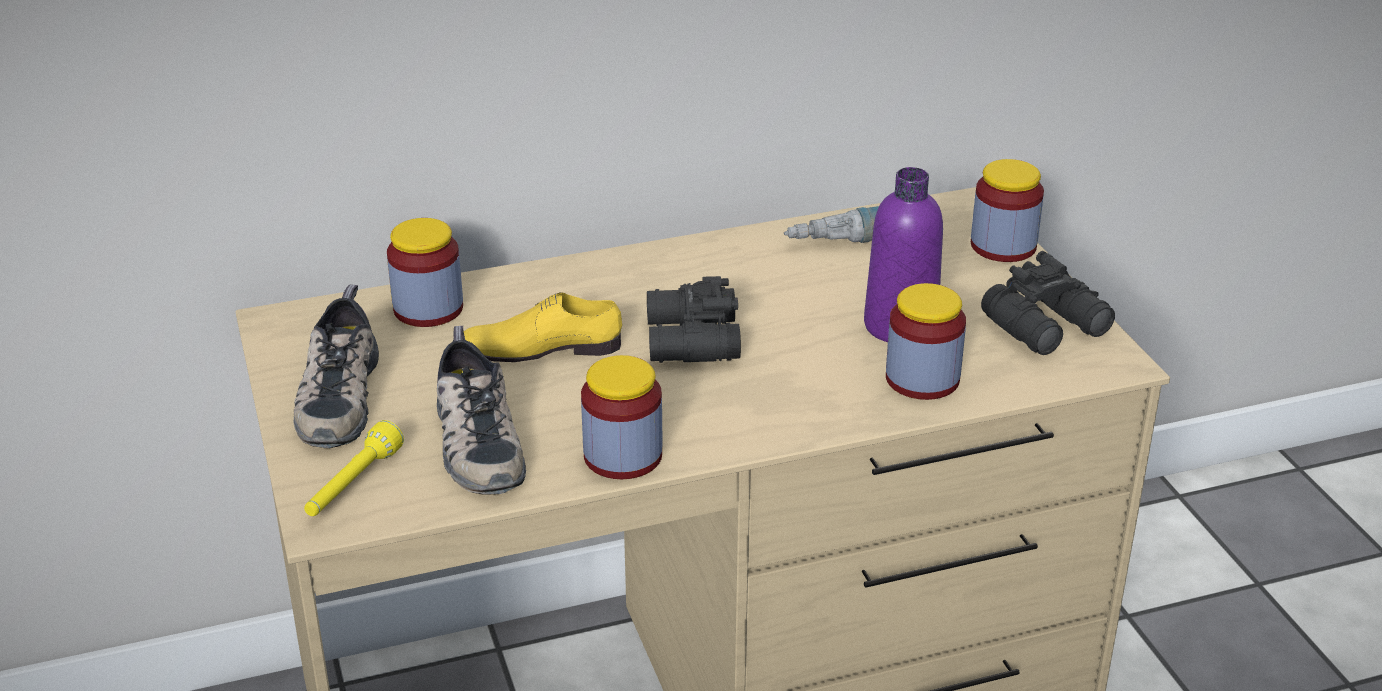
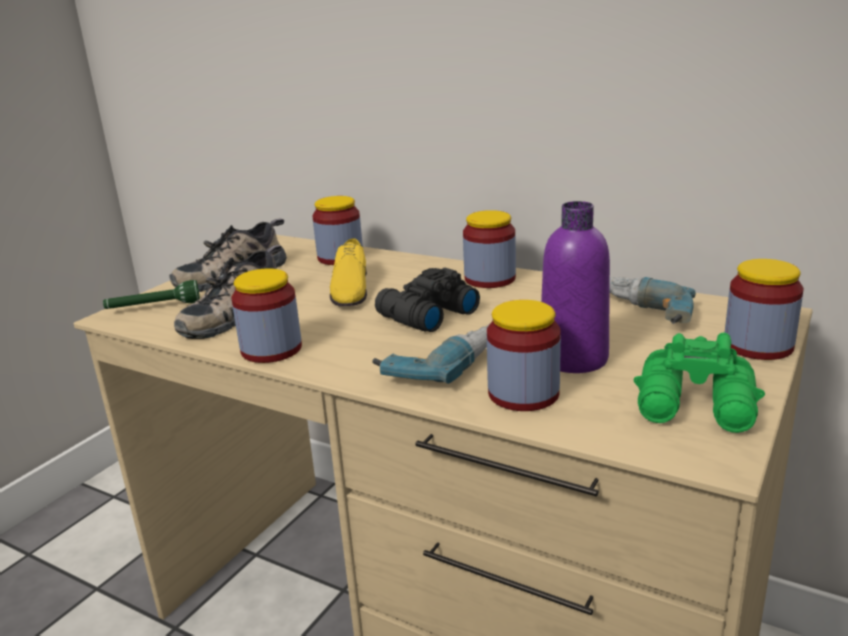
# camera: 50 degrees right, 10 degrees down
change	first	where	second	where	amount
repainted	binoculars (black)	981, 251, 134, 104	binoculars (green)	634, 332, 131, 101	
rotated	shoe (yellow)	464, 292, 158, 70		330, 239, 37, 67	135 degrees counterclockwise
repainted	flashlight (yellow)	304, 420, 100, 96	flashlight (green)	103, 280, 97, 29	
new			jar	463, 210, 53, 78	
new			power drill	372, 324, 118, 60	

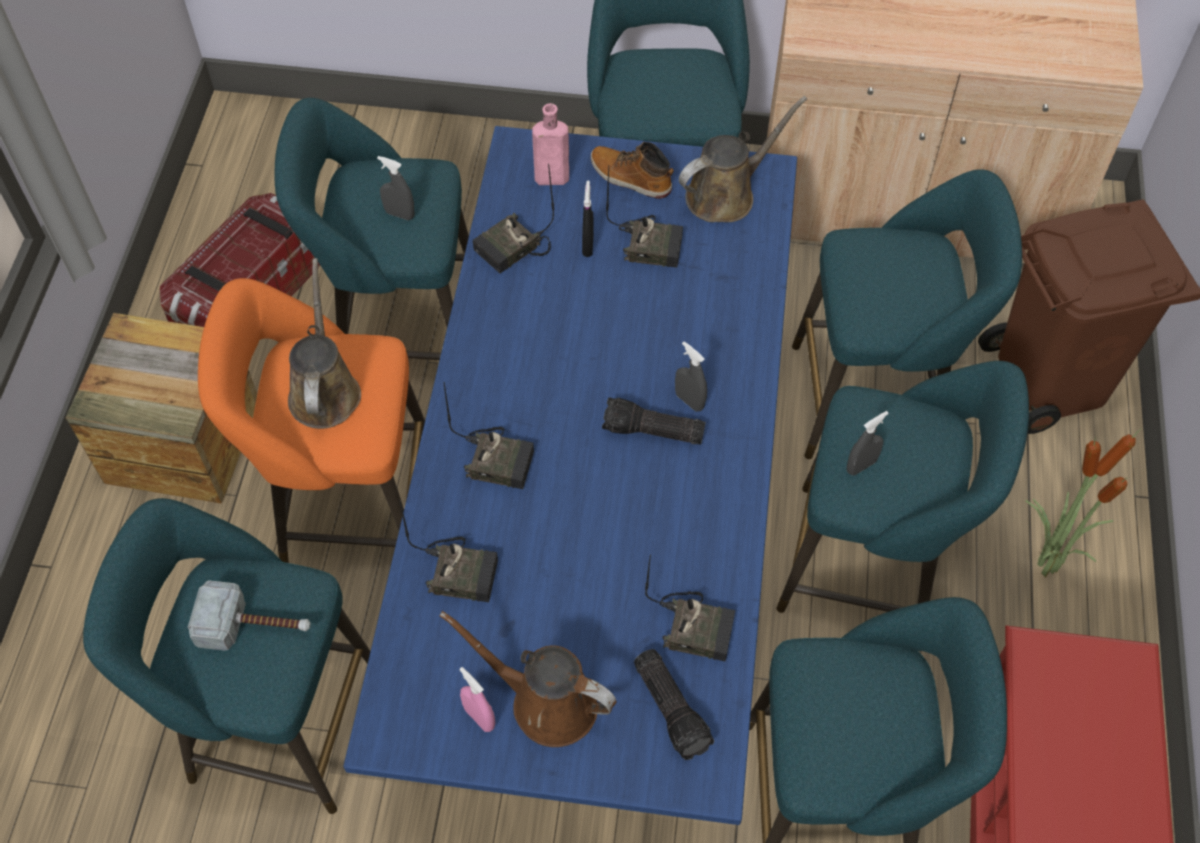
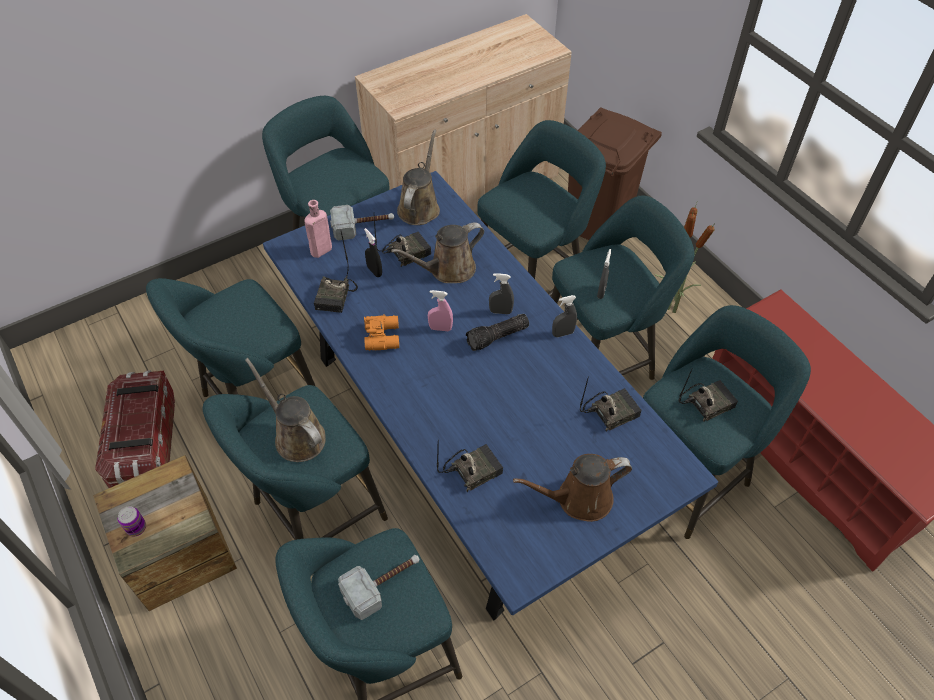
# camera: 40 degrees left, 5 degrees down
change	first	where	second	where	amount
swapped	boot	591, 142, 83, 57	hammer	330, 205, 64, 35	
shifted	spray bottle (grey)	377, 156, 37, 64		552, 295, 25, 42	
repainted	stool (orange)	198, 278, 227, 285	stool (turquoise)	203, 385, 185, 155	
shifted	radio	444, 382, 90, 107		678, 369, 60, 53	
gone	flashlight	634, 649, 80, 111			
shifted	spray bottle (pink)	459, 667, 36, 65		428, 290, 25, 41	
new			watering can (brown)	391, 223, 93, 60	
new			binoculars (orange)	364, 314, 35, 37	
new			can	118, 506, 28, 31	

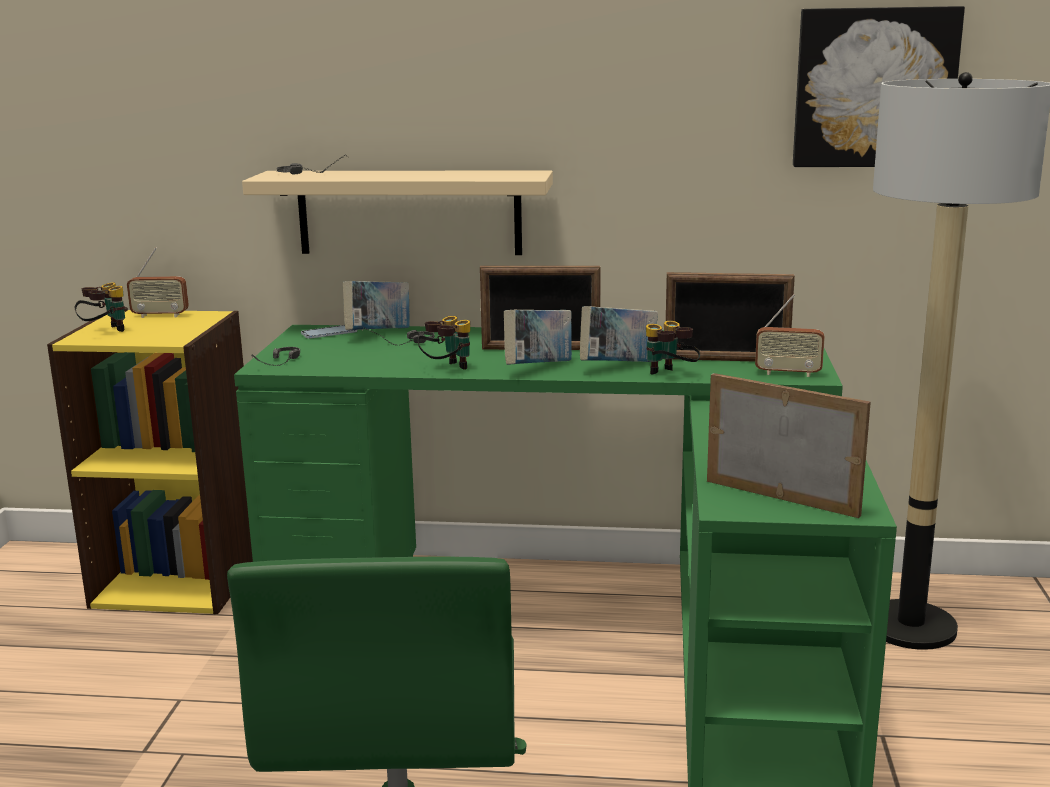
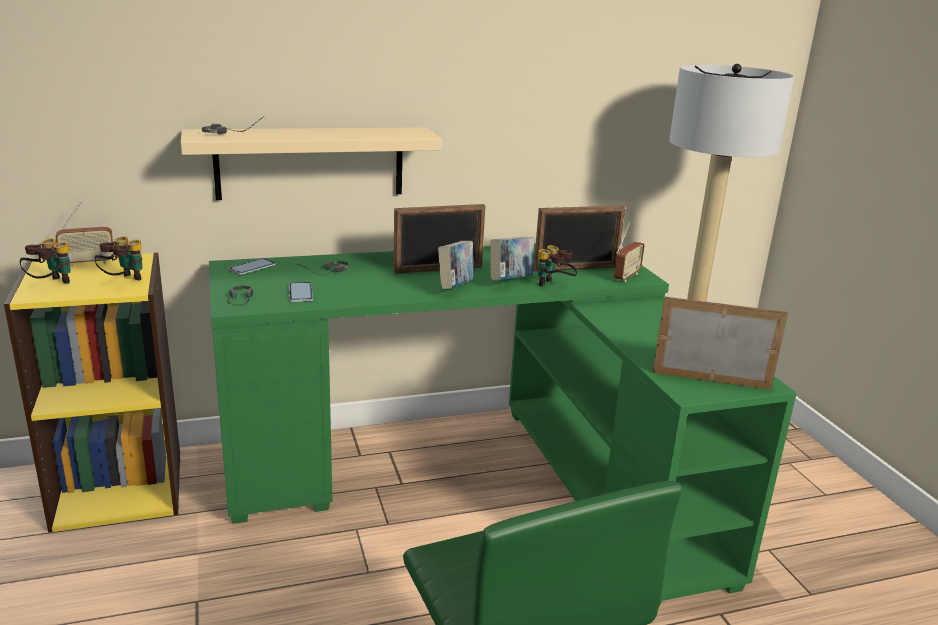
# camera: 25 degrees left, 5 degrees up
change	first	where	second	where	amount
gone	picture	793, 6, 172, 161			
gone	book	343, 281, 67, 49			
rotated	radio	755, 294, 69, 83		614, 222, 31, 60	45 degrees counterclockwise
shifted	binoculars	418, 316, 52, 54		94, 236, 49, 45	
new			phone	289, 282, 24, 20	

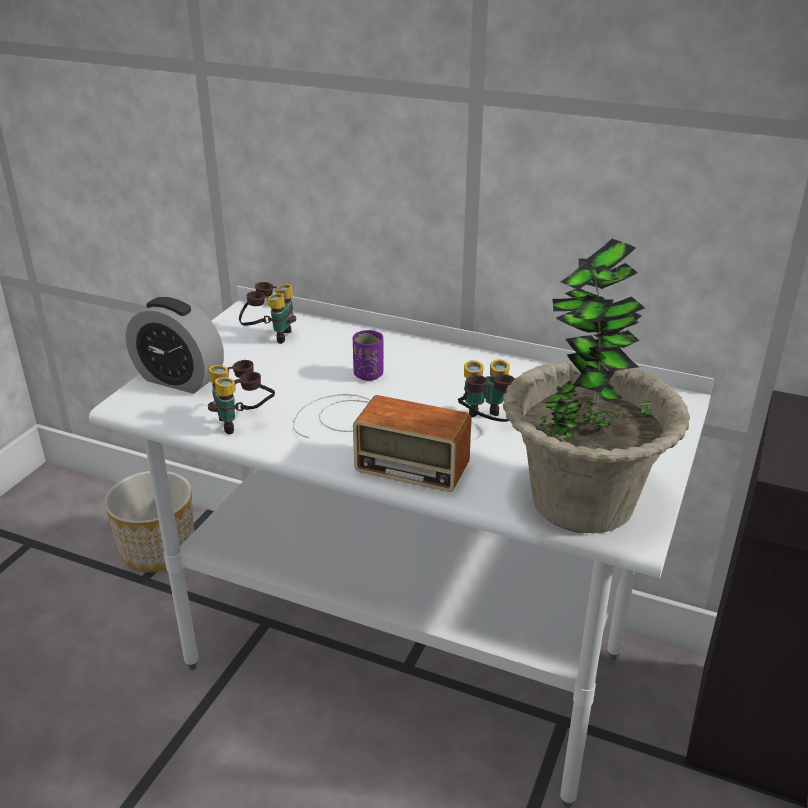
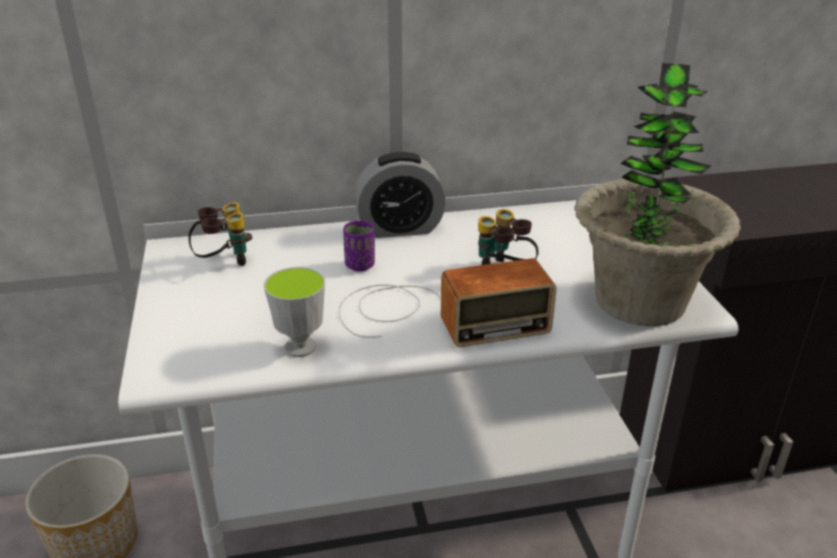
# camera: 35 degrees left, 0 degrees up
change	first	where	second	where	amount
shifted	alarm clock	125, 297, 99, 96		355, 152, 91, 86	
swapped	binoculars	208, 360, 67, 74	cup	264, 267, 61, 90	

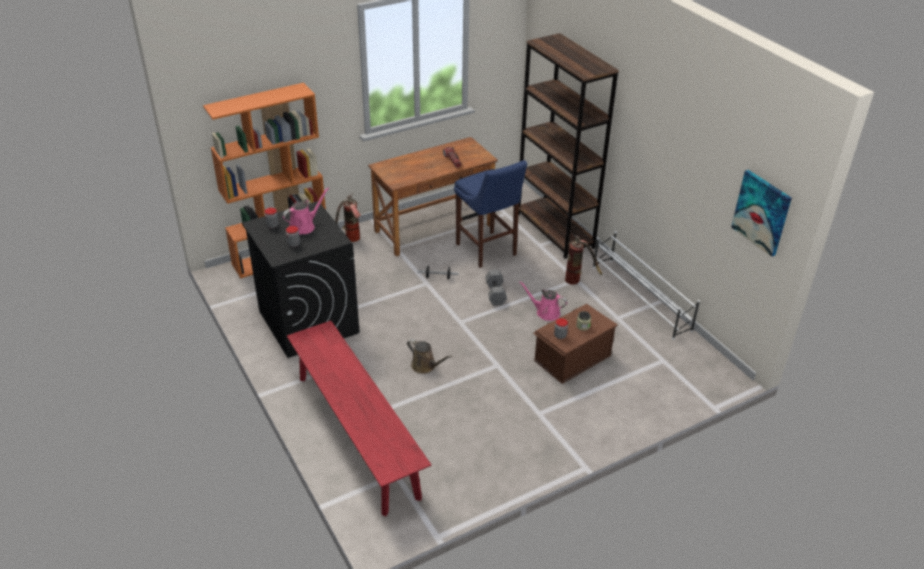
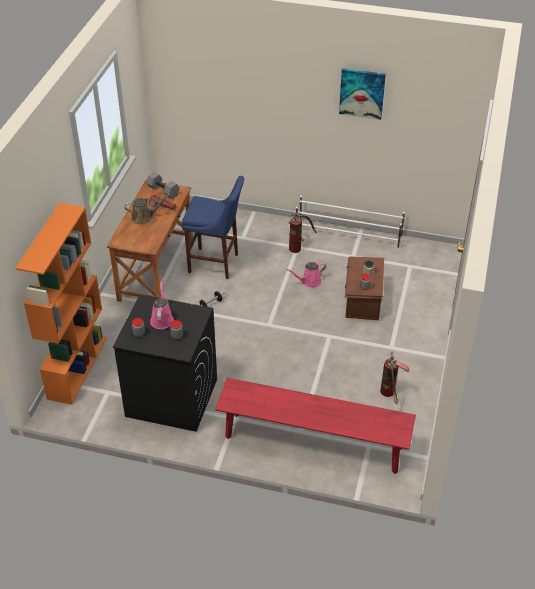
# camera: 45 degrees left, 5 degrees up
change	first	where	second	where	amount
gone	bookcase (brown)	518, 33, 101, 226			
shifted	picture	731, 170, 61, 87		339, 68, 47, 52	
shifted	fire extinguisher	335, 193, 26, 49		380, 352, 29, 52	
shifted	dumbbell (grey)	485, 270, 22, 35		146, 172, 34, 27	
shifted	watering can (brown)	407, 339, 45, 35		125, 195, 44, 30	

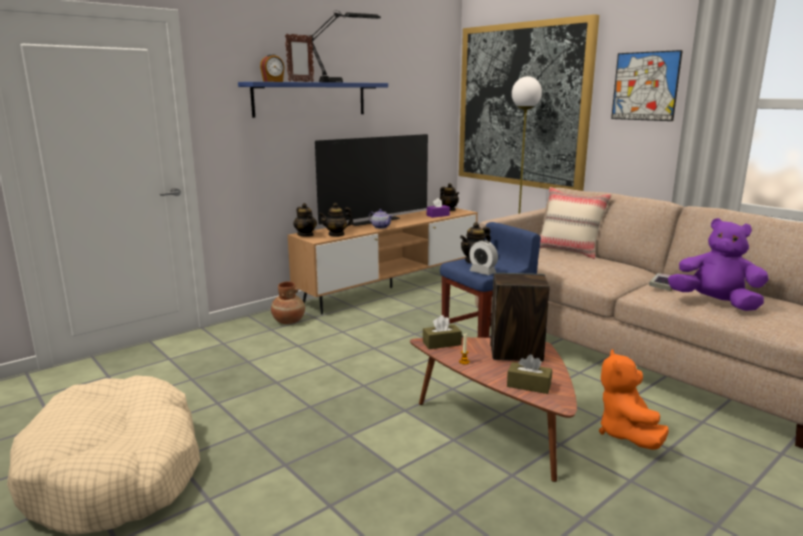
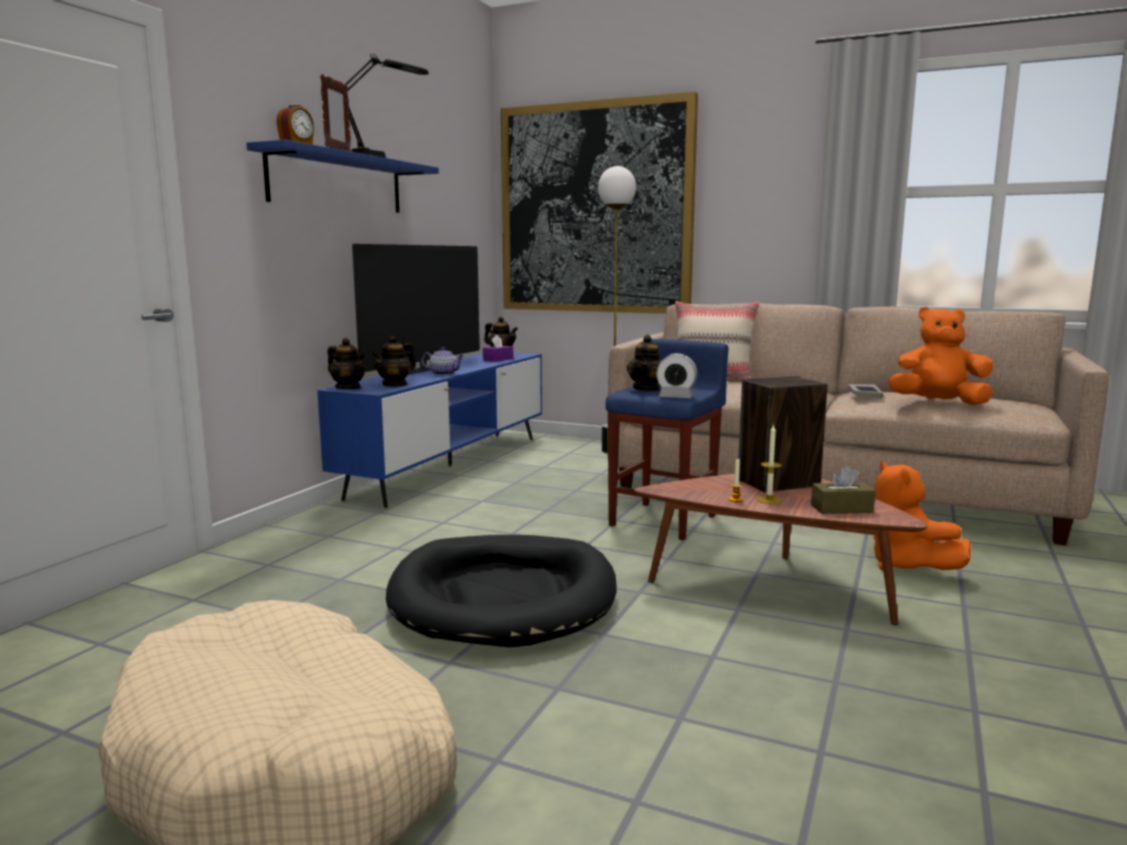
# camera: 25 degrees left, 5 degrees down
change	first	where	second	where	amount
gone	picture	611, 50, 72, 71			
repainted	tv stand (brown)	288, 208, 190, 106	tv stand (blue)	317, 353, 225, 155	
repainted	plush toy (purple)	668, 218, 101, 93	plush toy (orange)	889, 307, 104, 98	
gone	vase (brown)	271, 281, 34, 43			
gone	tissue box (brown)	423, 315, 39, 34			
new			candle	757, 424, 25, 80	
new			dog bed (black)	386, 535, 231, 112	

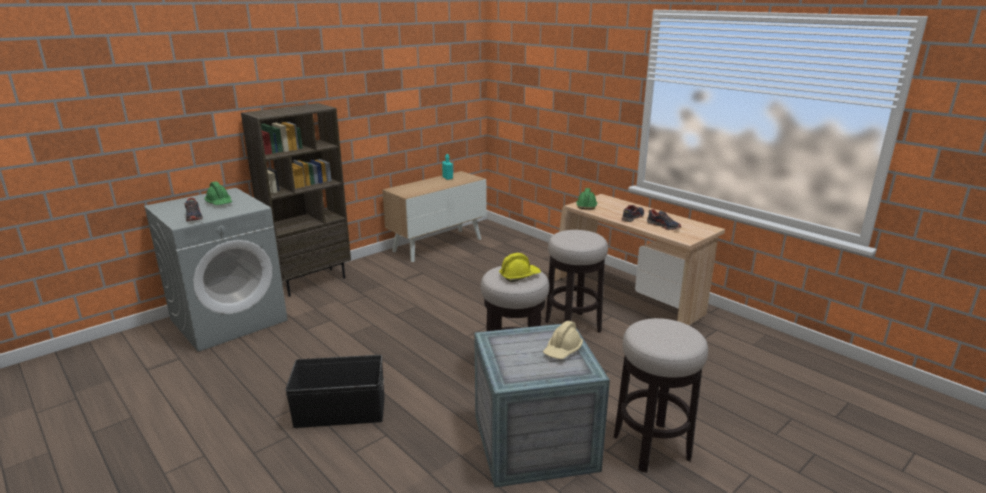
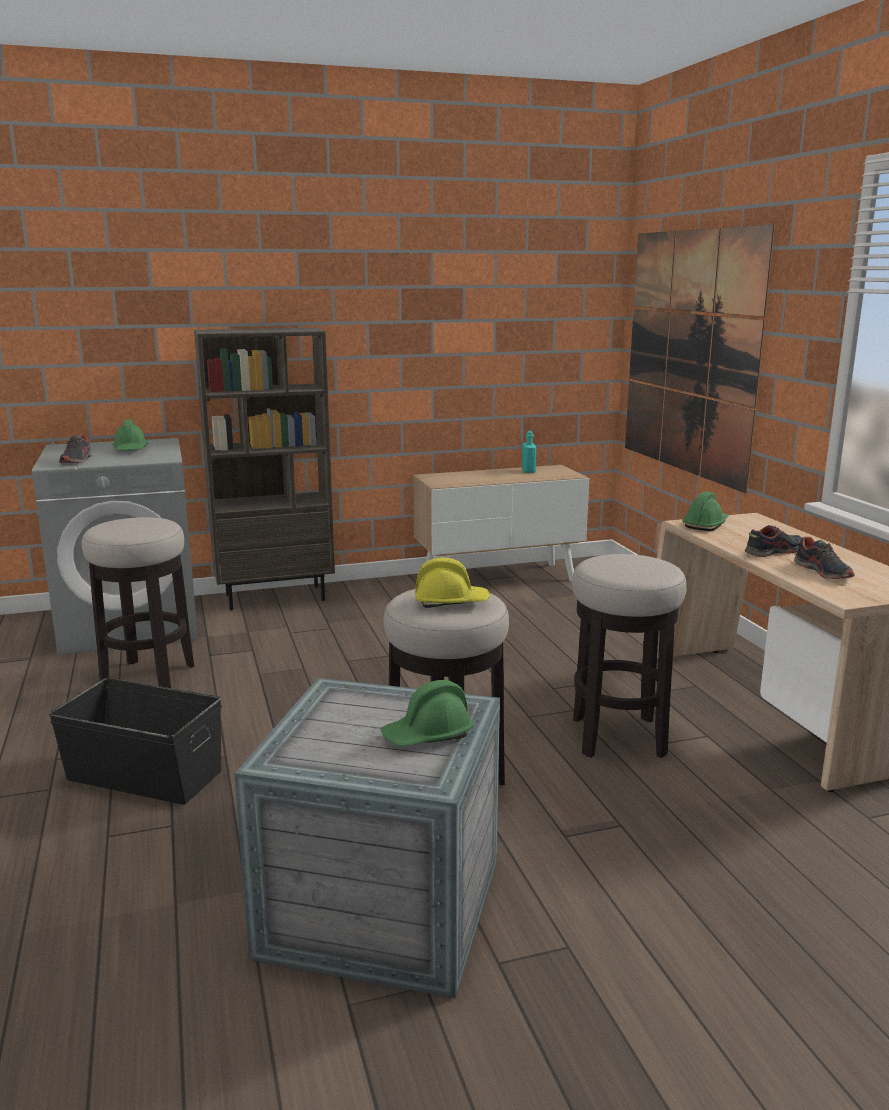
# camera: 25 degrees right, 5 degrees down
change	first	where	second	where	amount
shifted	stool	614, 318, 94, 155		82, 517, 112, 171	
repainted	hard hat (beige)	543, 321, 40, 38	hard hat (green)	381, 680, 93, 67	
new			picture	625, 224, 150, 269	

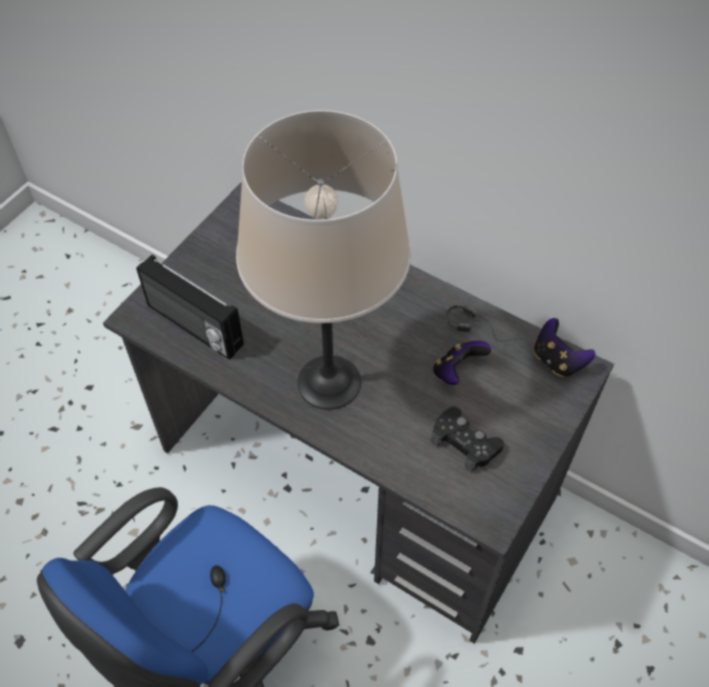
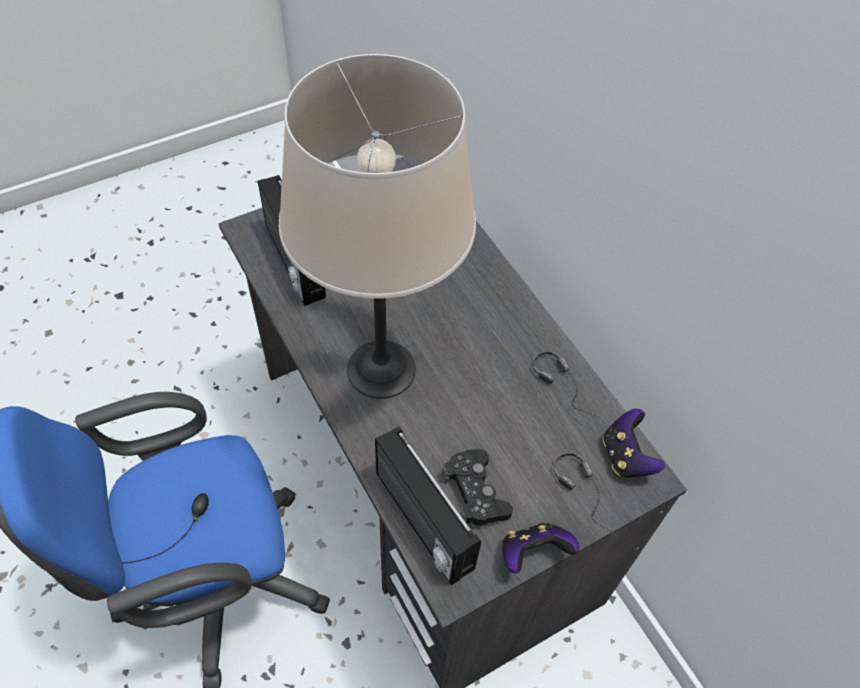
# camera: 25 degrees right, 0 degrees up
change	first	where	second	where	amount
shifted	game controller	433, 341, 58, 44		502, 523, 77, 50	
new			radio	375, 426, 106, 159	
new			headphones	553, 452, 66, 85	

